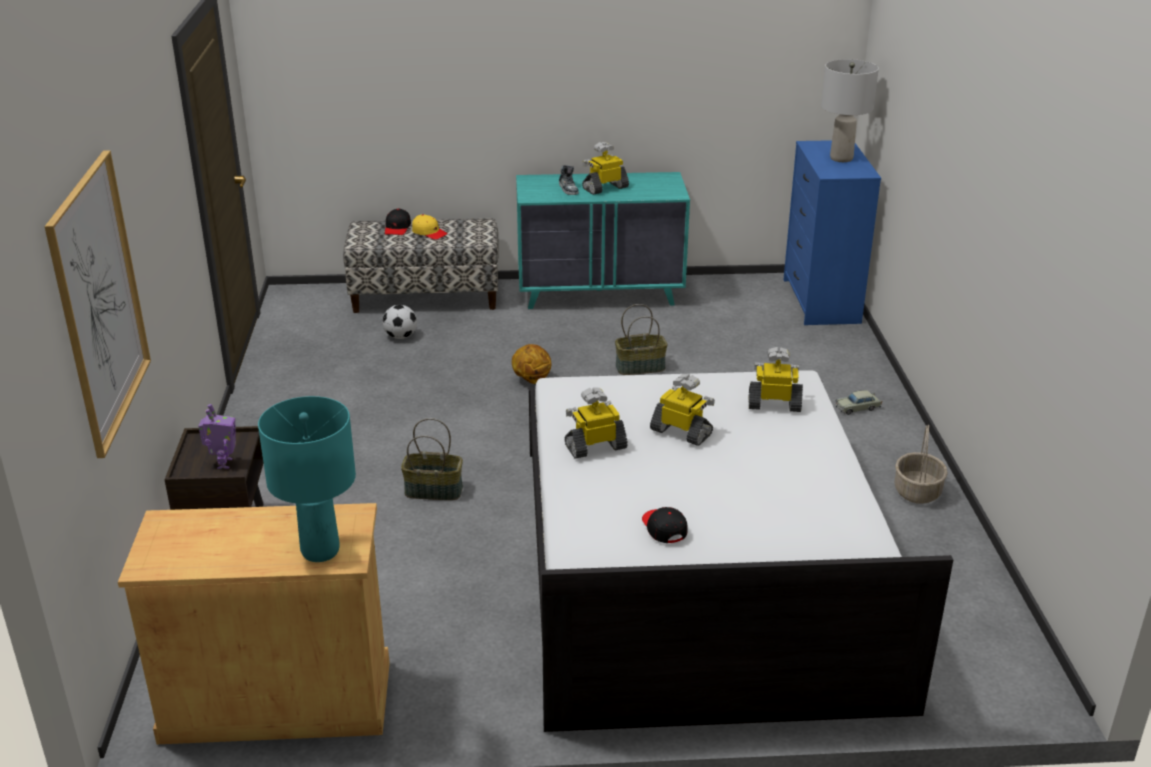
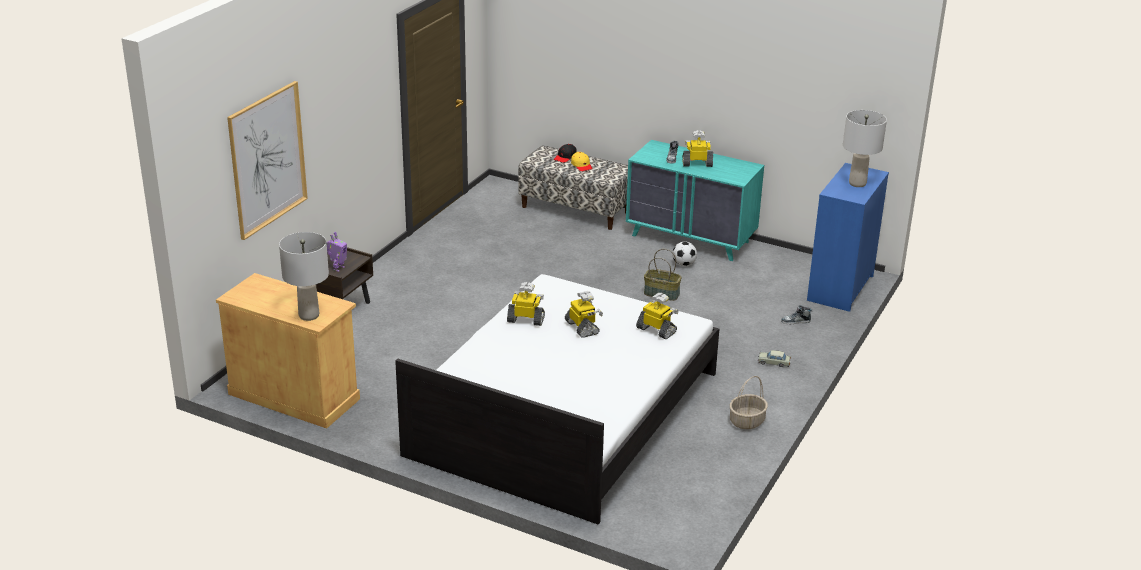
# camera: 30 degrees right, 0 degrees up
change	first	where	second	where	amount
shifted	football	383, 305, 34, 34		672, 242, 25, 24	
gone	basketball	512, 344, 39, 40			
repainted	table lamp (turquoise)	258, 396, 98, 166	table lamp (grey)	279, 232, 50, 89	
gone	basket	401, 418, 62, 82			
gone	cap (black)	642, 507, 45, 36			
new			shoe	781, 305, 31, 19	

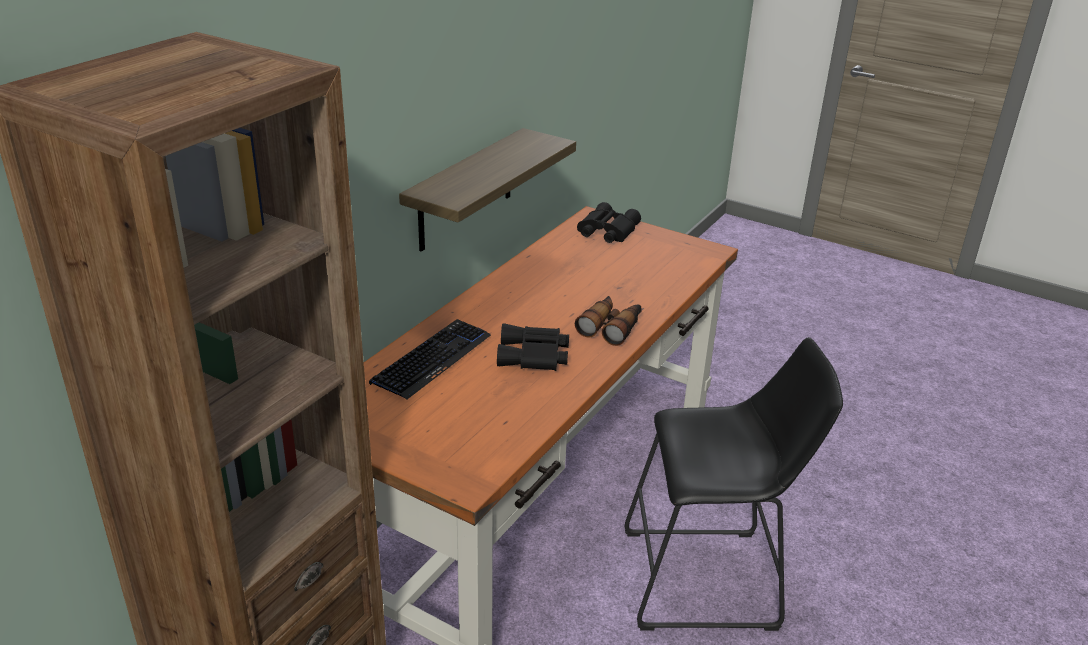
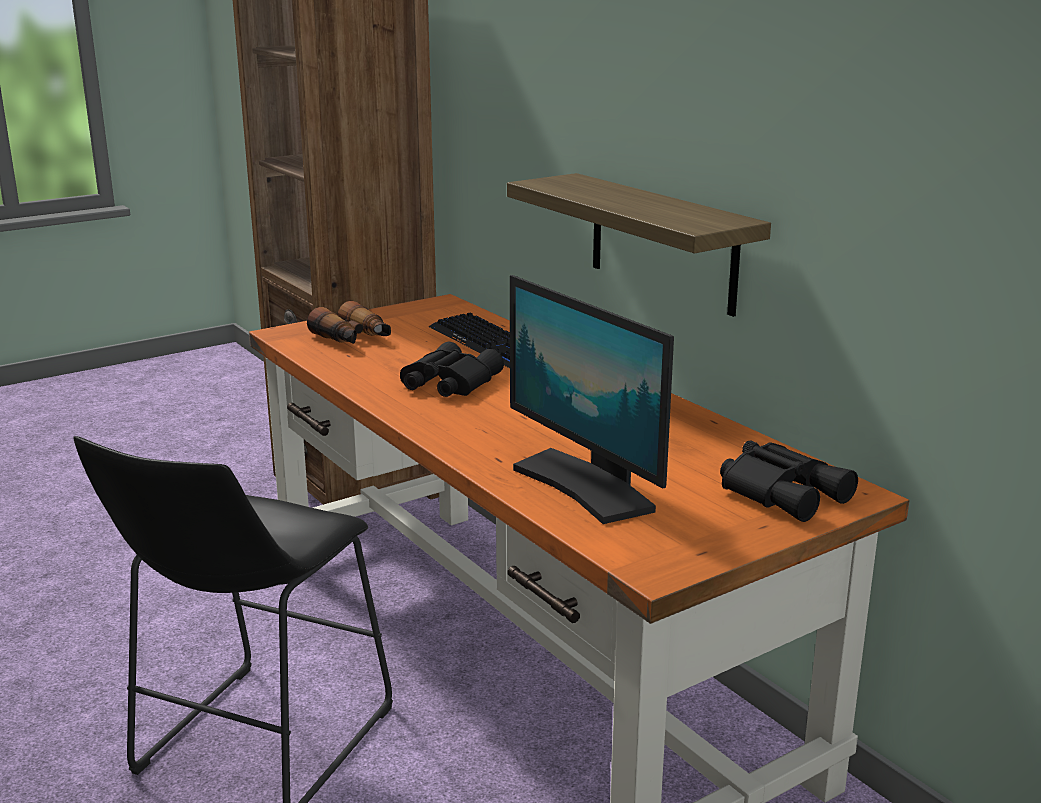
# camera: 115 degrees right, 10 degrees down
change	first	where	second	where	amount
shifted	binoculars	575, 296, 66, 50		307, 301, 84, 43	
new			monitor	510, 275, 164, 249	

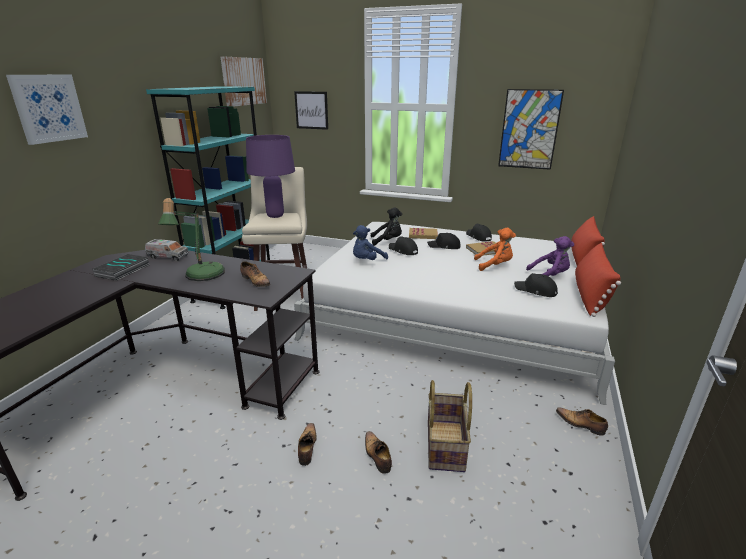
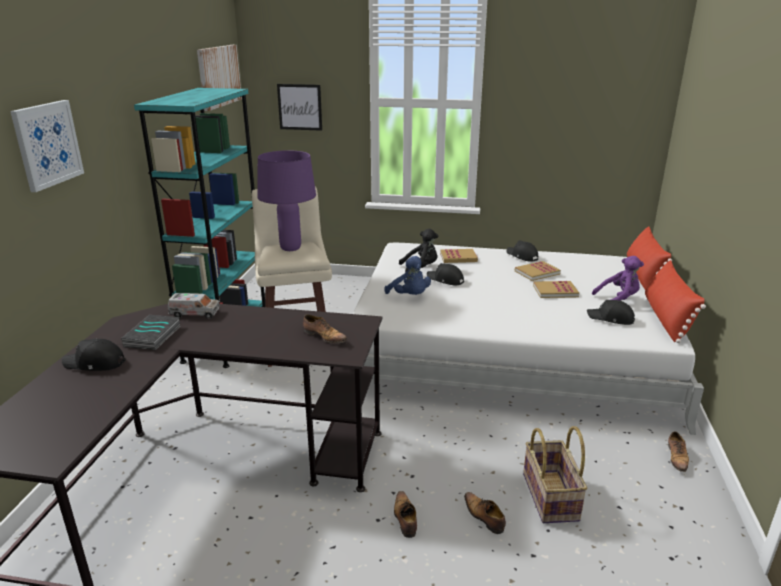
# camera: 10 degrees left, 0 degrees up
change	first	where	second	where	amount
gone	picture	498, 89, 66, 81			
gone	table lamp	158, 198, 67, 83			
rotated	plush toy (blue)	353, 225, 35, 35		385, 256, 46, 39	75 degrees counterclockwise
swapped	plush toy (orange)	474, 228, 42, 43	book	533, 281, 46, 17	
shifted	cap (black)	427, 233, 34, 16		62, 339, 64, 32	
rotated	shoe	556, 407, 52, 29		668, 431, 21, 41	105 degrees counterclockwise

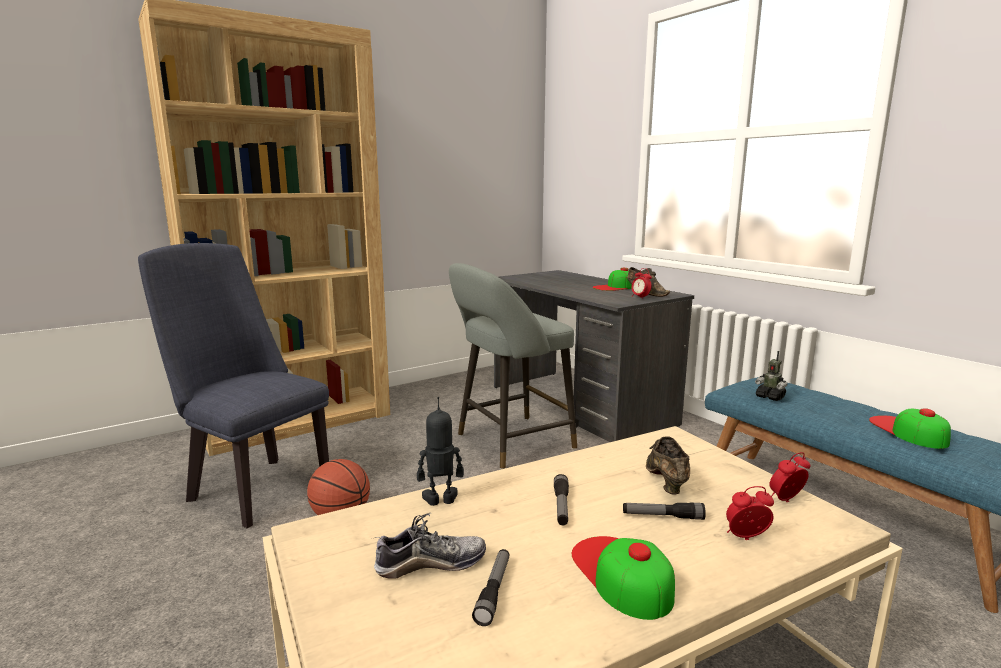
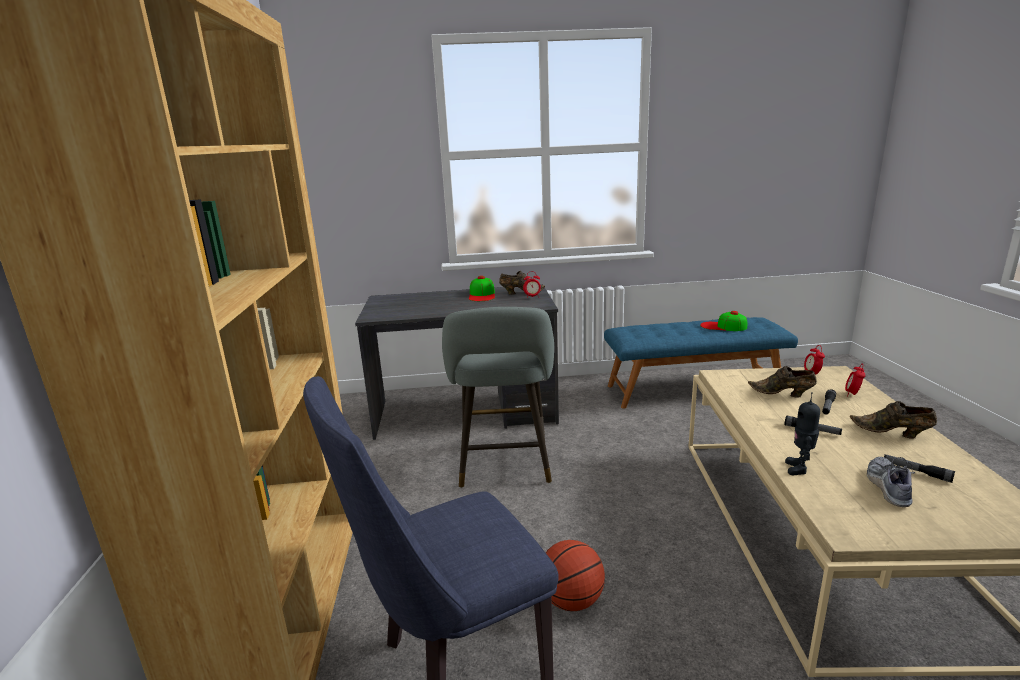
# camera: 60 degrees left, 5 degrees up
change	first	where	second	where	amount
gone	toy robot	755, 351, 33, 50			
swapped	cap	572, 536, 103, 84	shoe (brown)	850, 401, 87, 38	

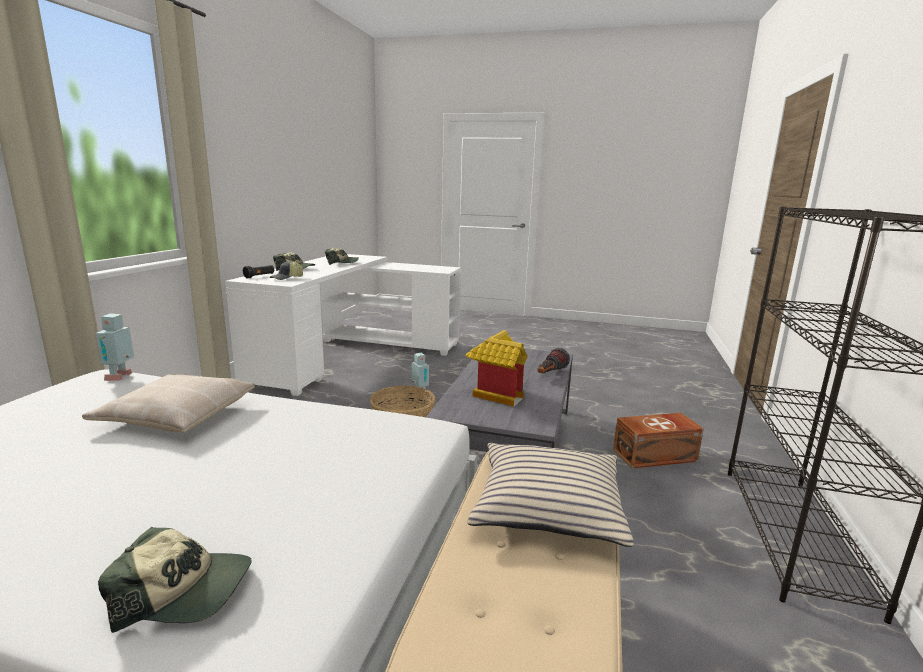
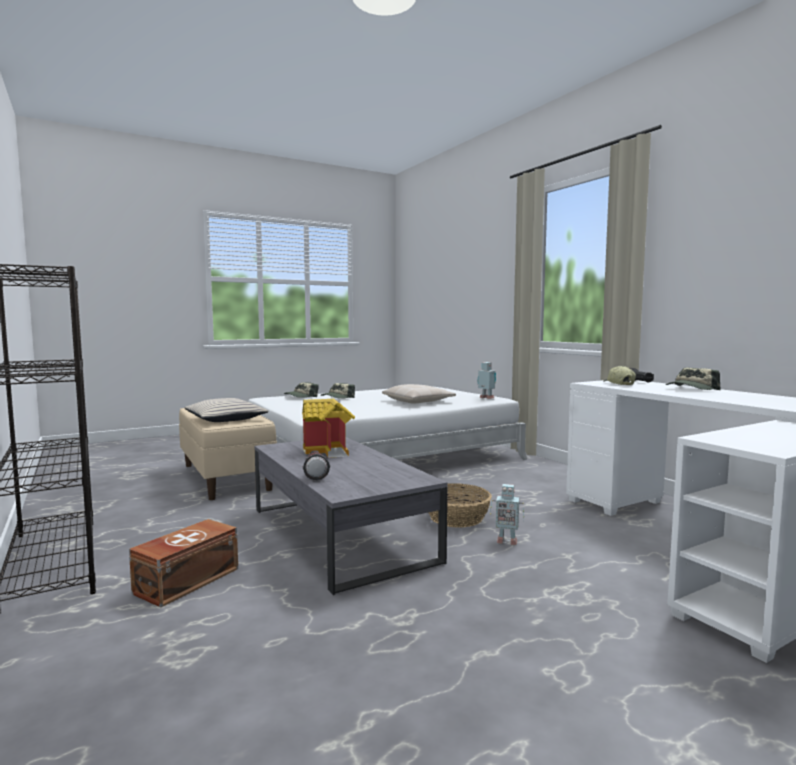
# camera: 135 degrees right, 10 degrees down
change	first	where	second	where	amount
shifted	cap	325, 248, 34, 17		320, 383, 35, 16	

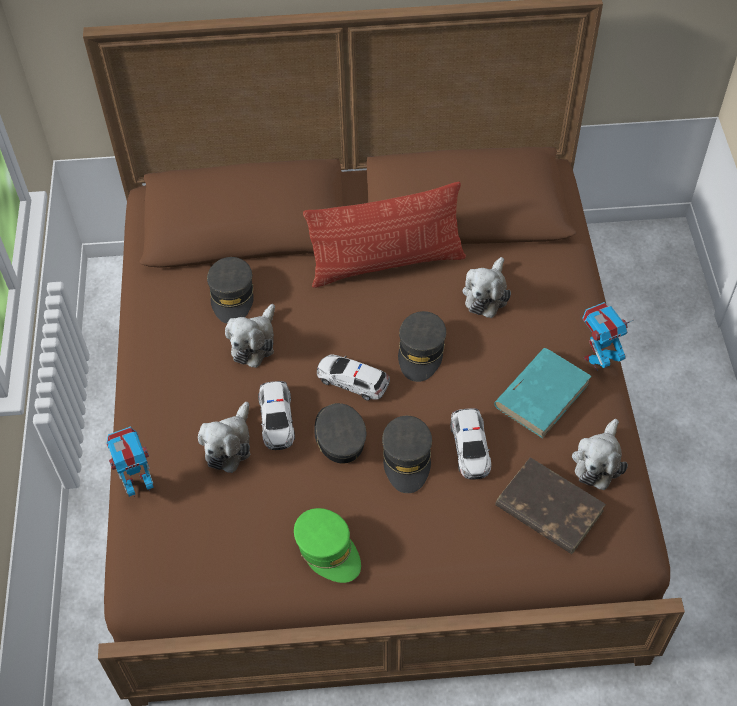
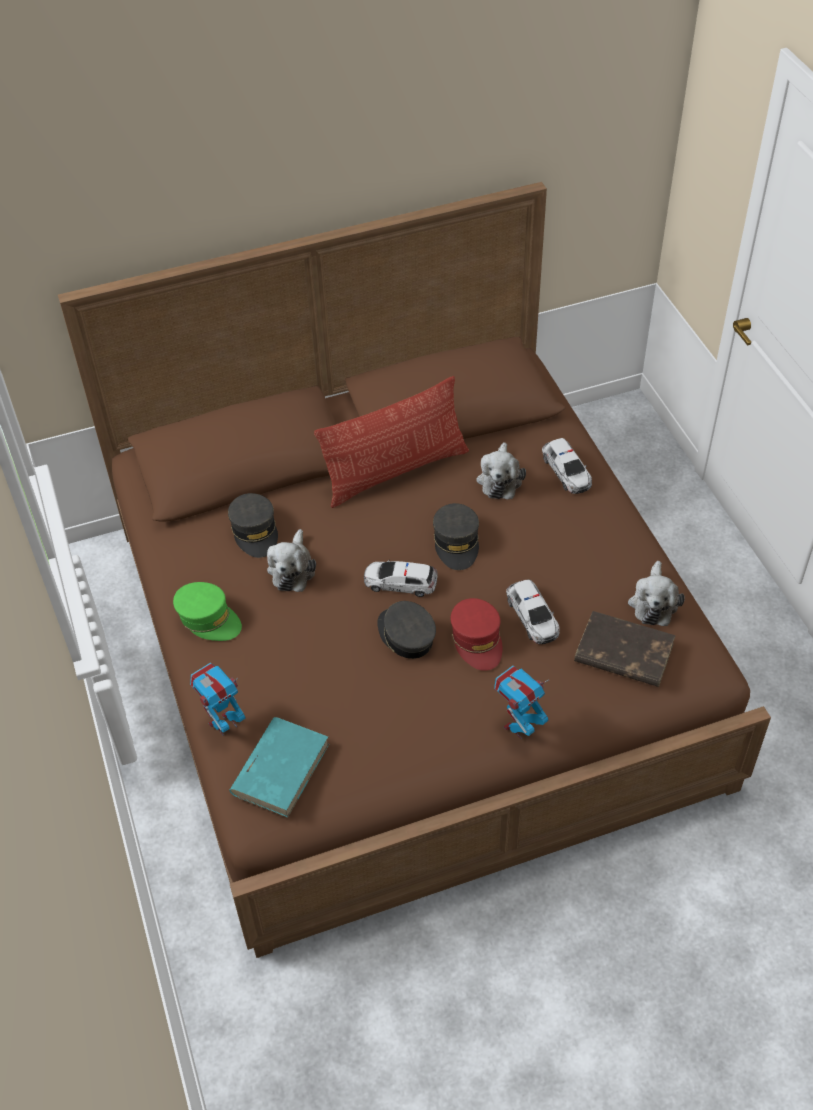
# camera: 15 degrees left, 5 degrees down
change	first	where	second	where	amount
shifted	toy robot	582, 302, 52, 69		494, 666, 55, 73	
shifted	book (turquoise)	494, 348, 97, 91		230, 717, 99, 101	
shifted	toy car	258, 381, 37, 69		542, 438, 50, 56	
gone	plush toy	198, 402, 52, 71			
repainted	cap (grey)	382, 416, 50, 77	cap (red)	451, 598, 52, 73	
shifted	cap (green)	294, 508, 67, 75		173, 582, 69, 59	

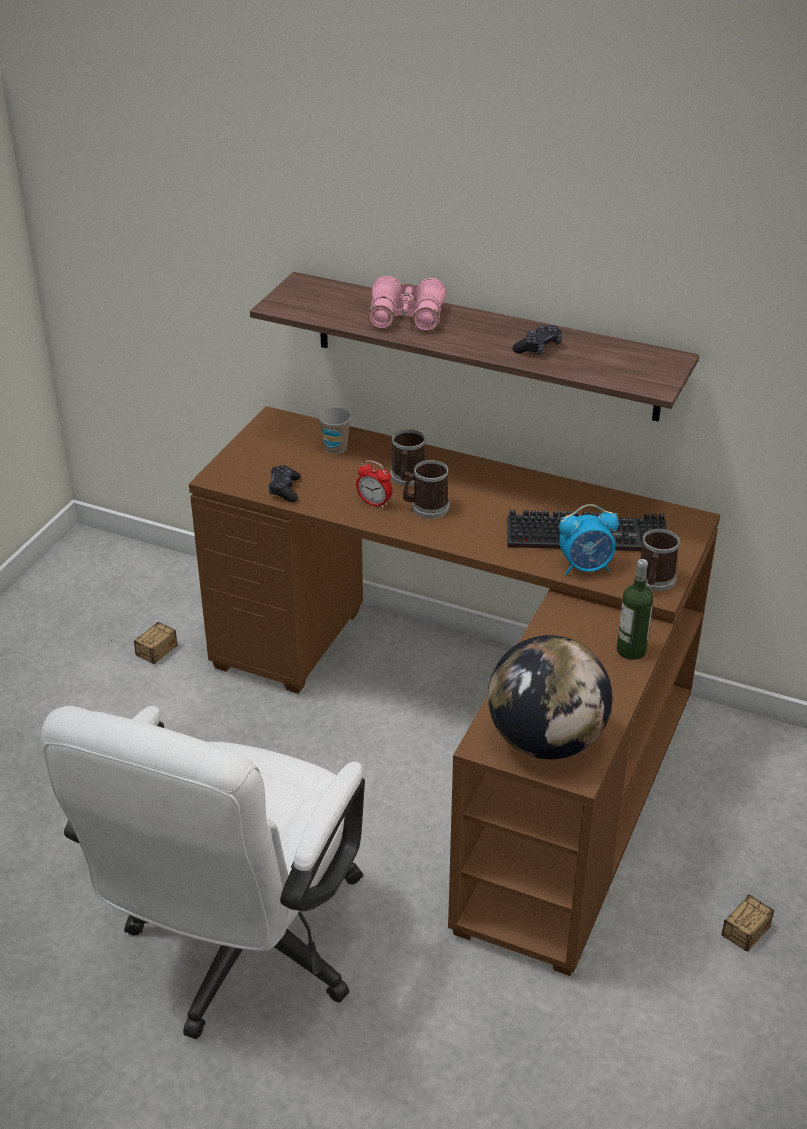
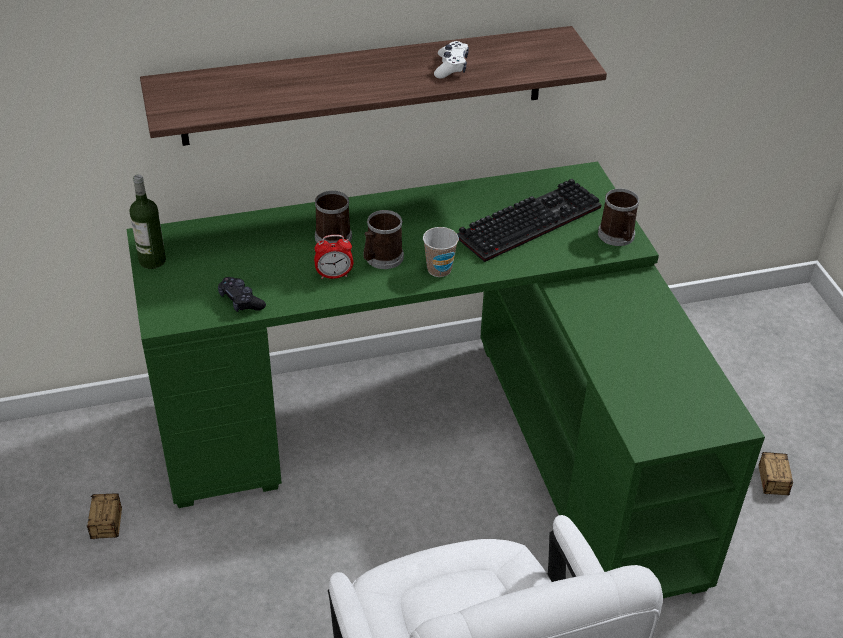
# camera: 40 degrees left, 5 degrees up
change	first	where	second	where	amount
gone	binoculars (pink)	368, 276, 78, 55			
repainted	game controller (black)	512, 326, 50, 29	game controller (white)	434, 41, 35, 38	
repainted	desk (brown)	189, 406, 531, 570	desk (green)	127, 161, 638, 437	
shifted	cup	318, 408, 33, 46		423, 227, 36, 50	
gone	alarm clock	559, 504, 60, 71			
shifted	bottle	617, 559, 36, 101		129, 174, 37, 95	
gone	globe	488, 635, 124, 124			

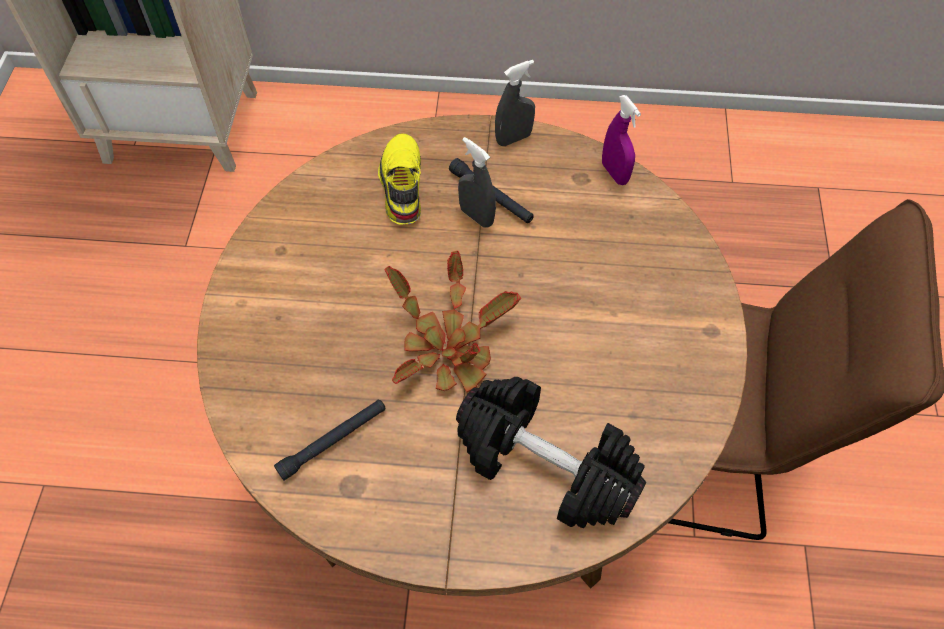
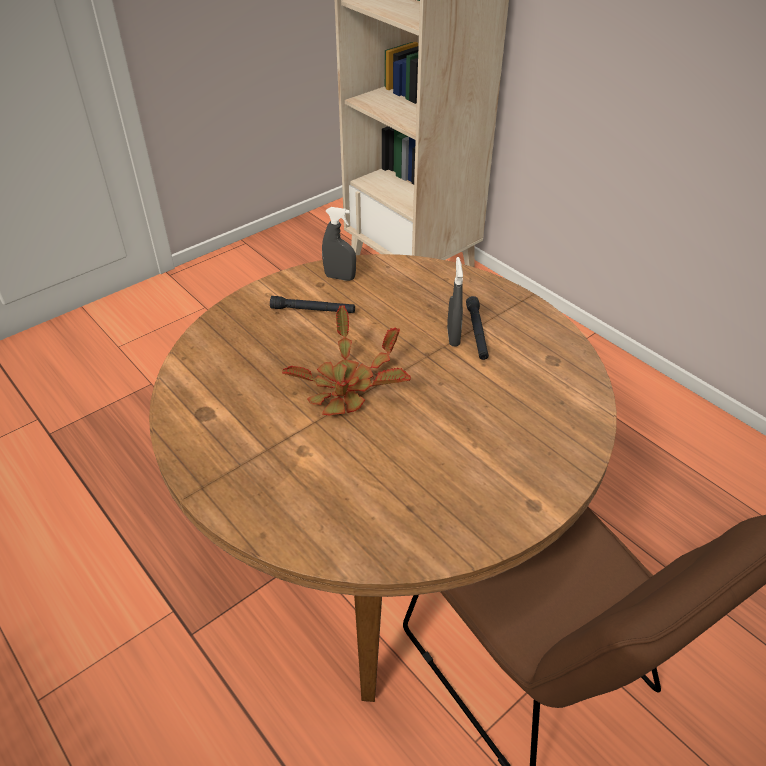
# camera: 45 degrees right, 15 degrees down
change	first	where	second	where	amount
shifted	spray bottle (grey)	495, 60, 40, 86		322, 207, 34, 74	
gone	spray bottle (purple)	602, 95, 39, 90			
gone	shoe (yellow)	378, 133, 43, 92			
gone	dumbbell (black)	456, 377, 190, 151			
shifted	flashlight (black)	274, 400, 111, 81		270, 296, 85, 17	

